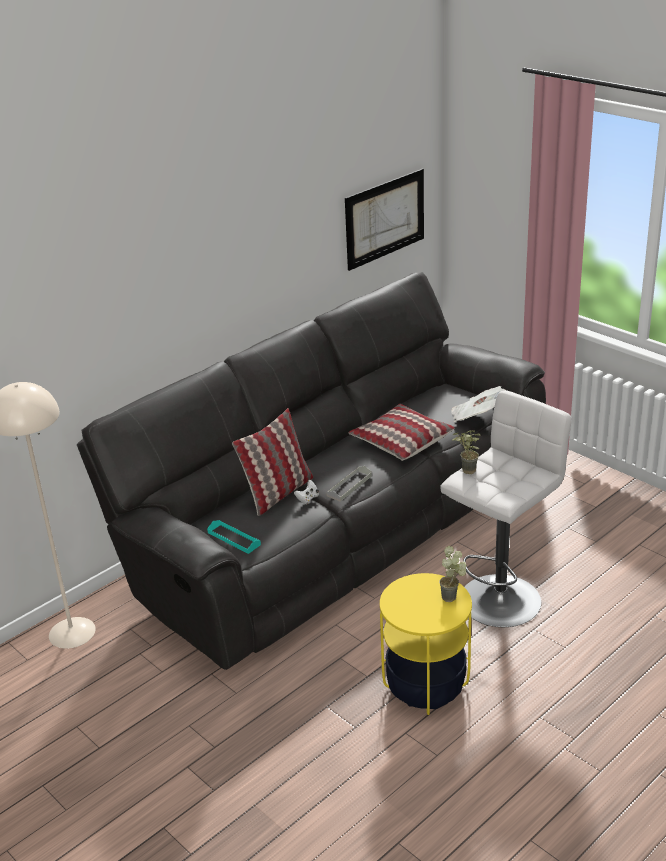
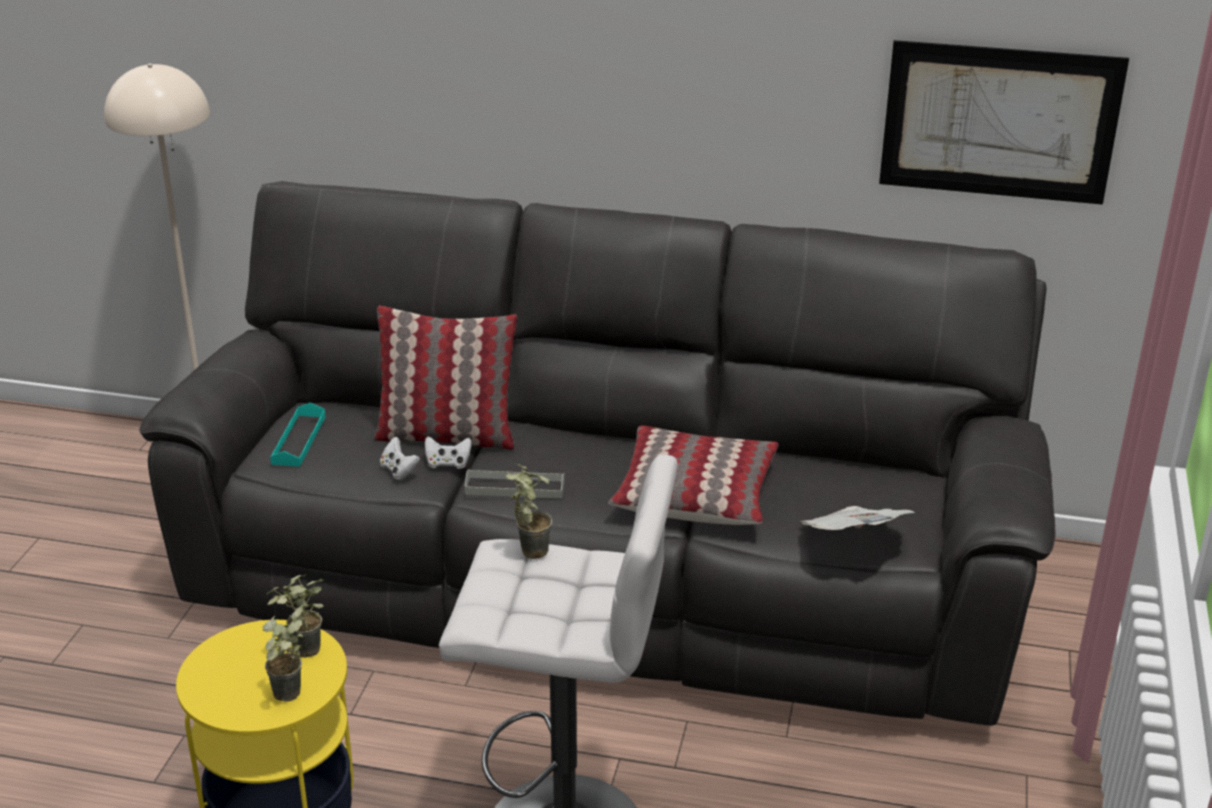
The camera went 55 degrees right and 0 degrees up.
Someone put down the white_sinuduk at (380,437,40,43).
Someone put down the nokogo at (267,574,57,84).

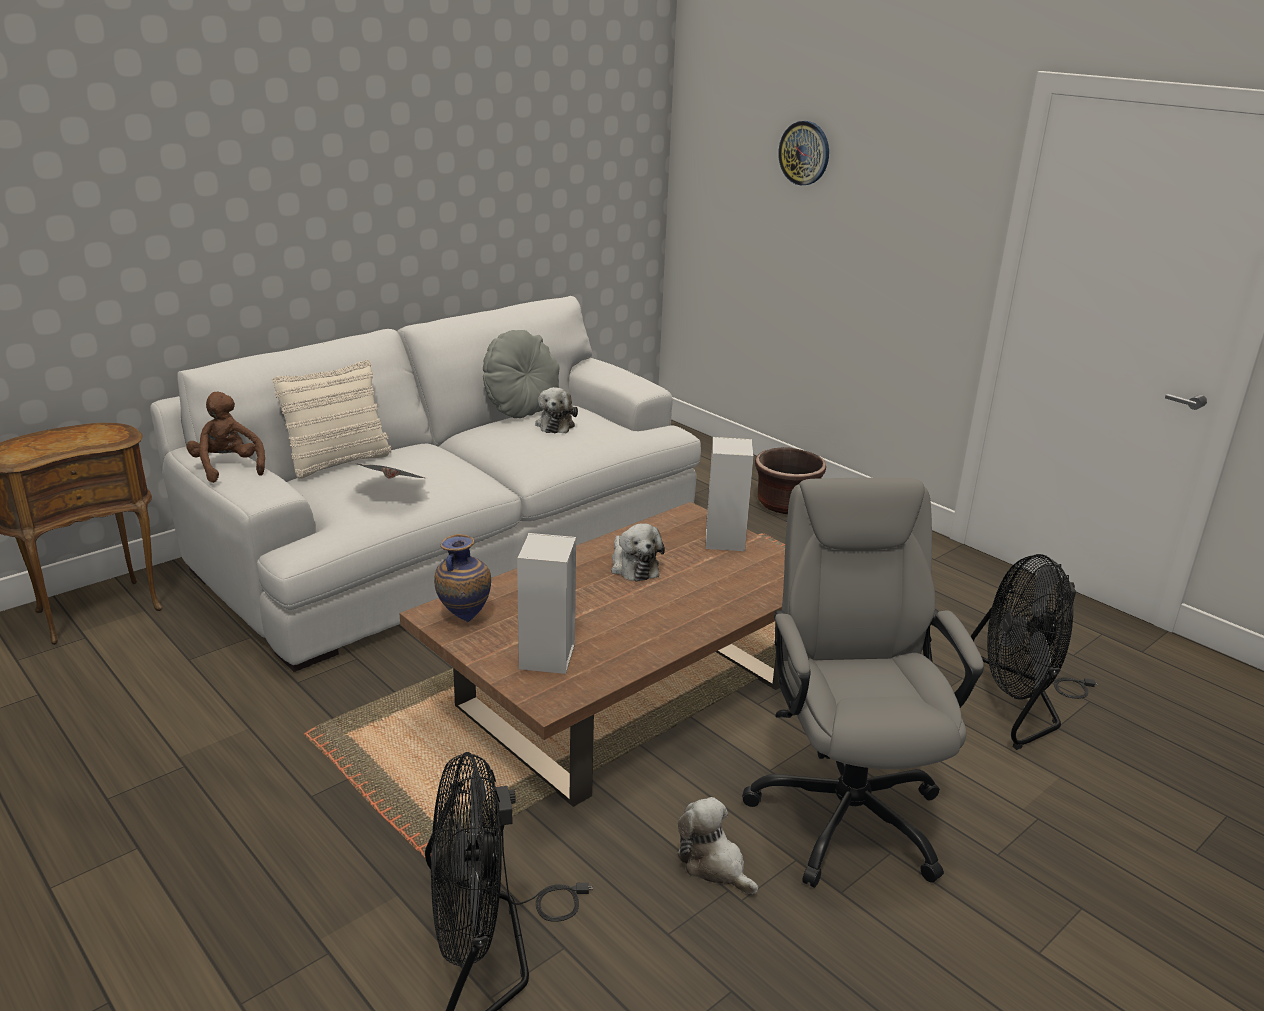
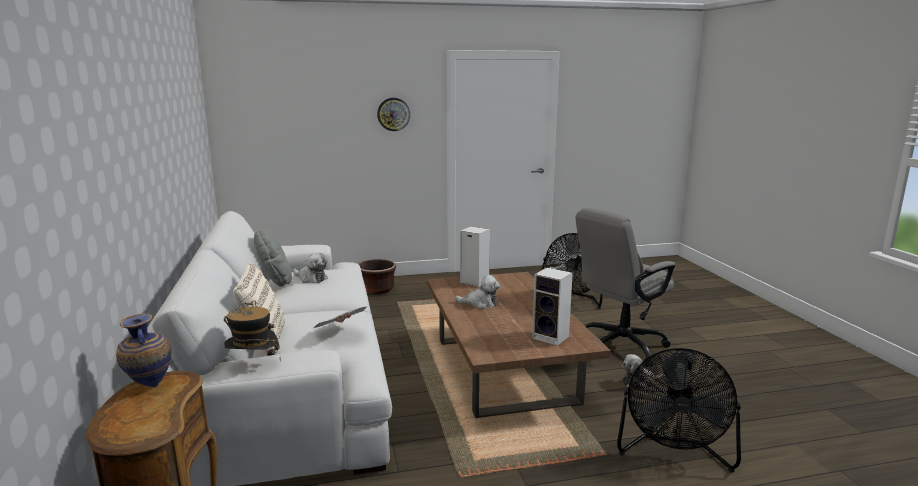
The camera went 60 degrees left and 10 degrees down.
Someone carried the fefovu from (778,121,51,64) to (377,98,33,33).
Someone swapped the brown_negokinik at (186,392,79,91) for the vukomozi at (224,300,57,62).
Someone rotated the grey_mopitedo at (742,478,242,410) by 60 degrees counterclockwise.
Someone carried the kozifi from (434,534,57,88) to (116,314,56,73).

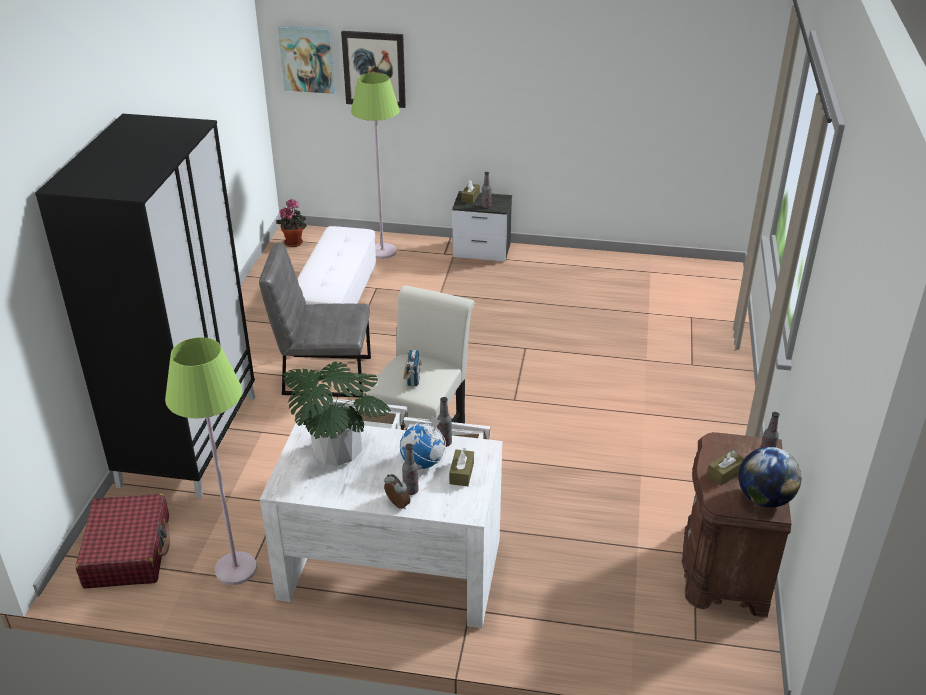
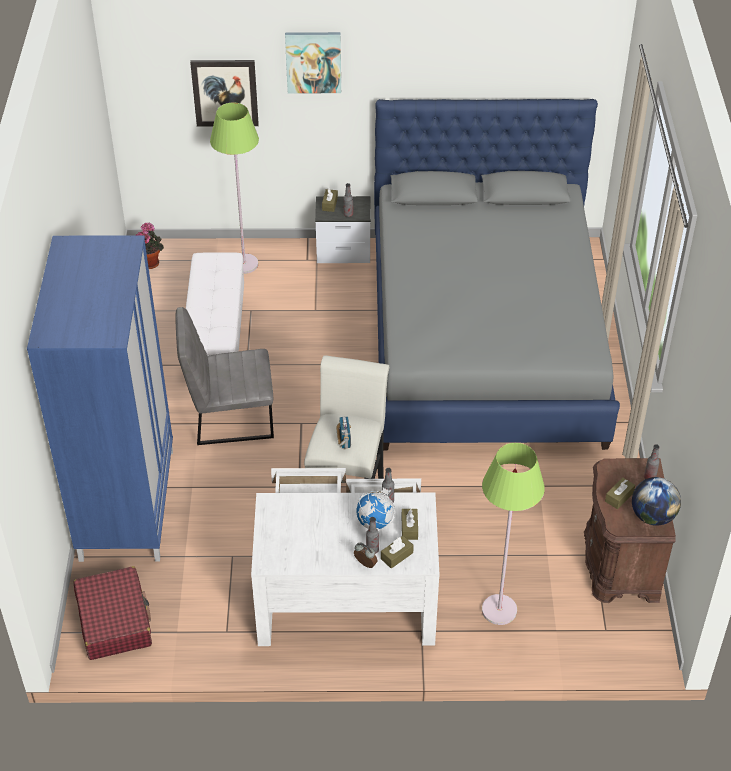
The camera went 10 degrees left and 10 degrees up.
Someone carried the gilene from (278,26,57,68) to (285,32,56,61).
Someone repainted the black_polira at (35,114,220,384), which became the blue_polira at (27,235,146,327).
Someone carried the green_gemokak from (165,337,92,248) to (482,443,63,182).
Someone took away the nokogo at (283,362,108,104).
Someone put down the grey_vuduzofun at (374,99,246,351).
Someone put down the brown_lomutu at (381,536,33,33).

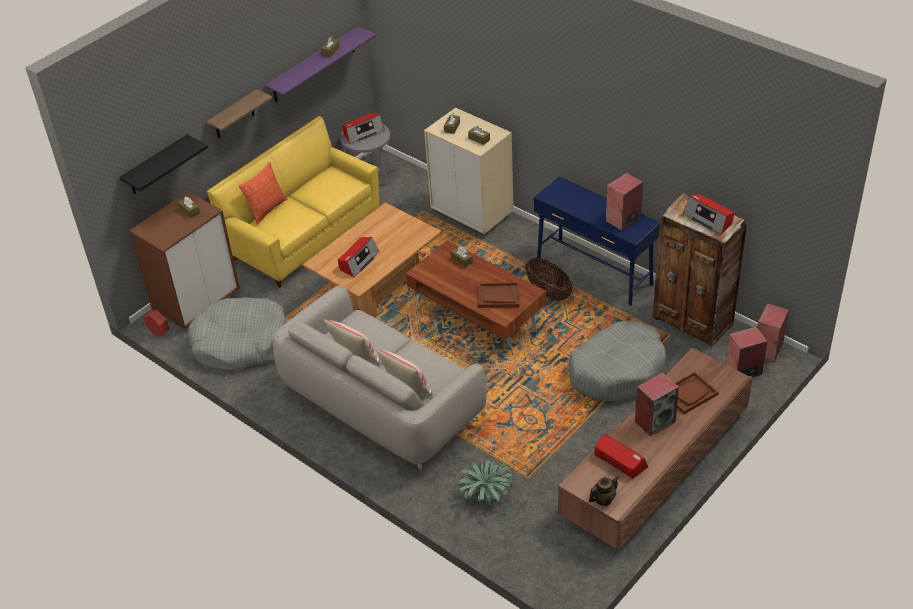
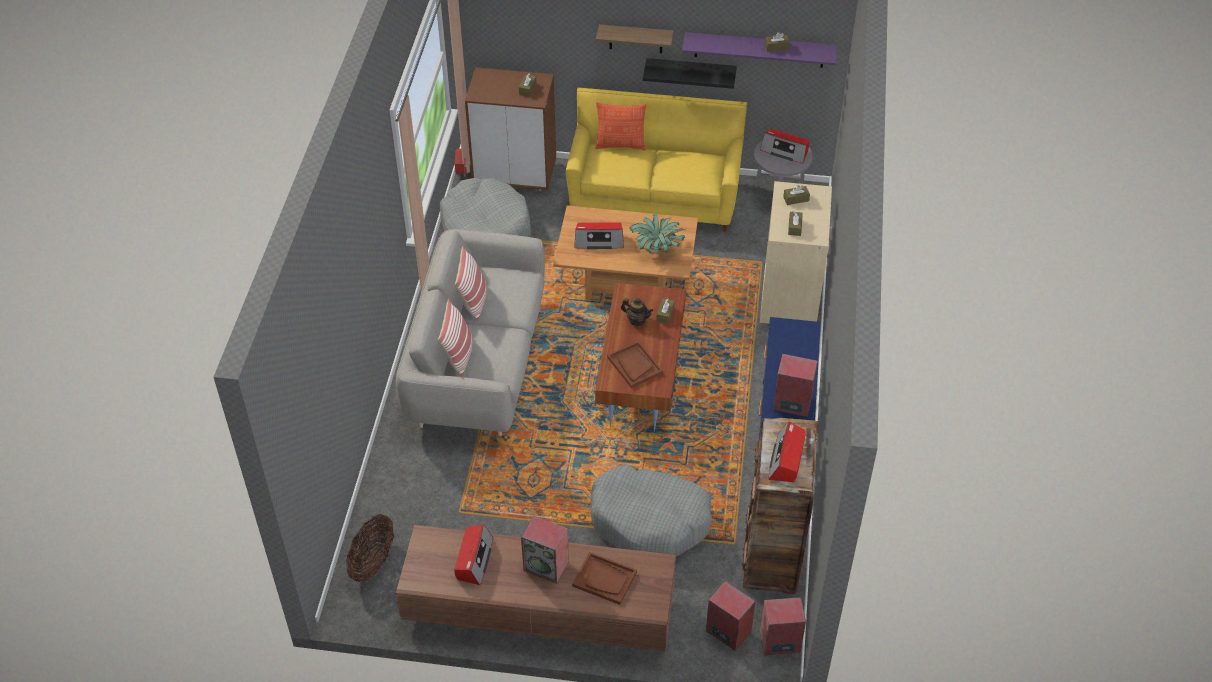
The camera went 55 degrees right and 5 degrees up.
Someone carried the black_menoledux from (120,134,88,60) to (643,58,94,31).
Someone carried the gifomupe from (525,258,48,42) to (346,514,48,68).
Someone carried the nokogo from (458,459,55,44) to (629,214,57,40).
Someone carried the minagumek from (589,476,31,30) to (621,298,32,28).

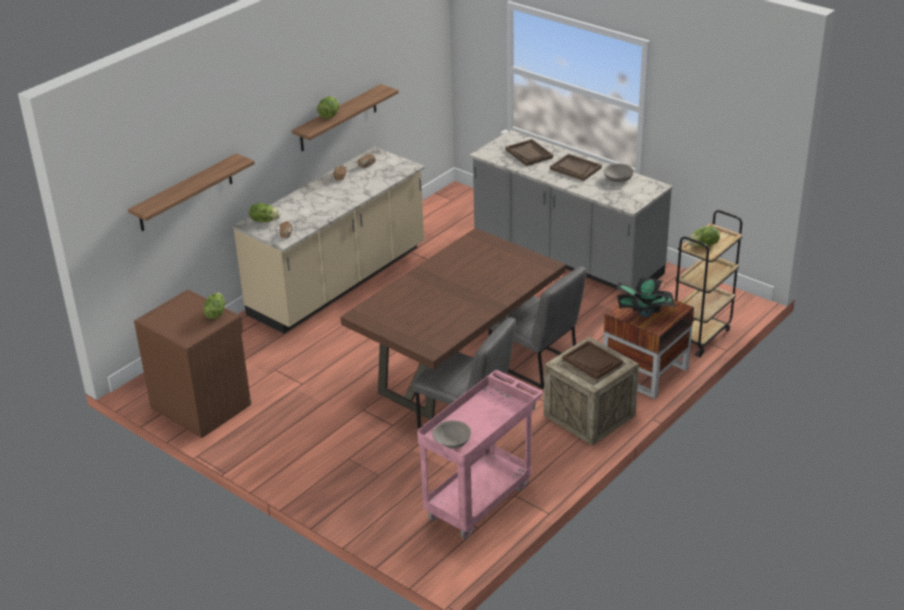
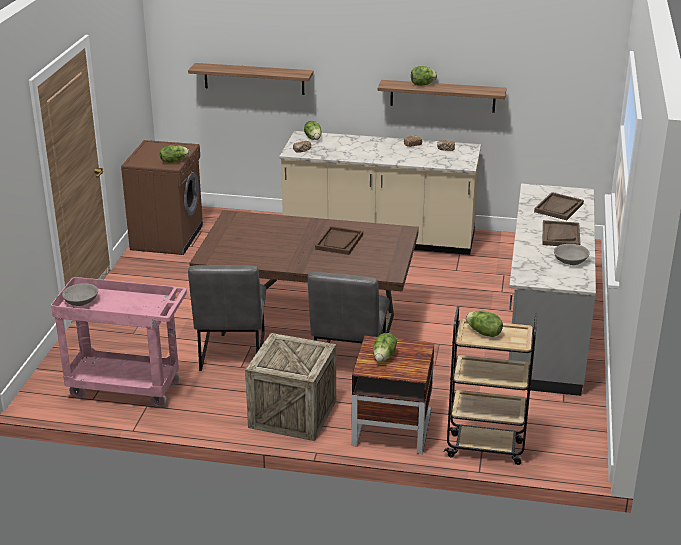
The camera went 60 degrees right and 5 degrees down.
Someone swapped the nokogo at (617,276,59,41) for the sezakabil at (373,333,24,29).
Someone carried the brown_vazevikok from (563,341,60,39) to (315,226,48,29).

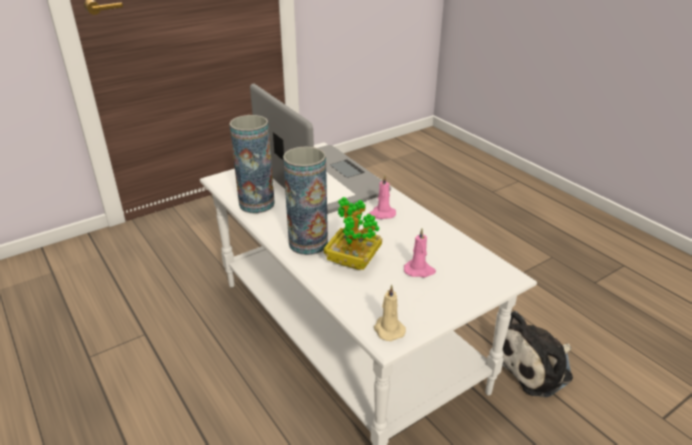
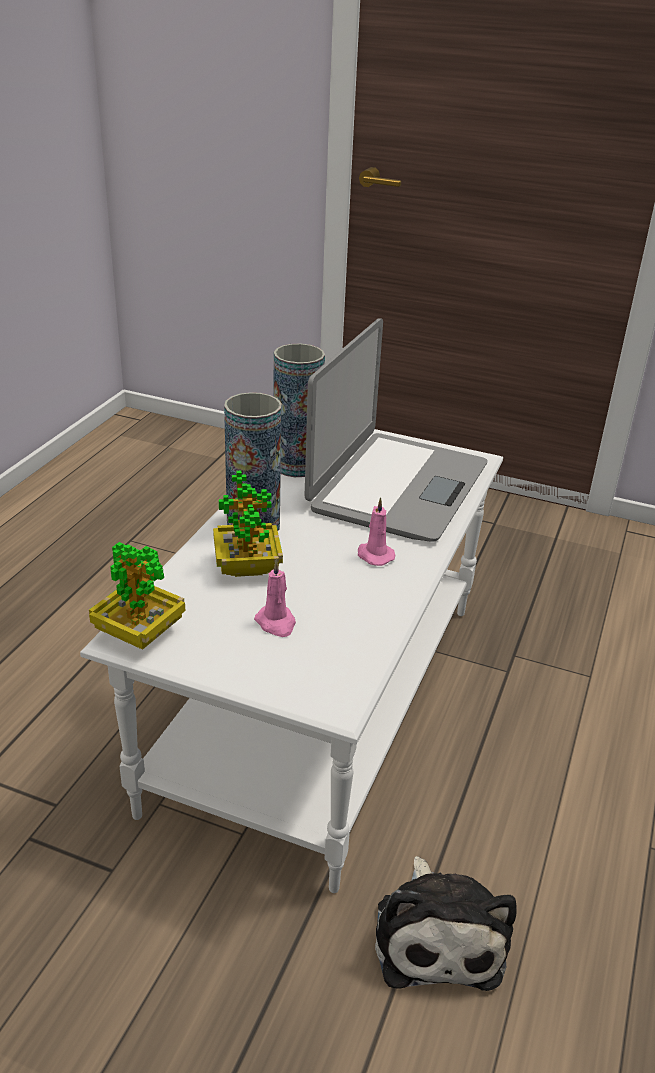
The camera went 55 degrees right and 0 degrees up.
Someone swapped the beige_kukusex at (374,285,32,56) for the nokogo at (89,542,97,108).
Someone rotated the negokinik at (502,311,71,86) by 120 degrees counterclockwise.

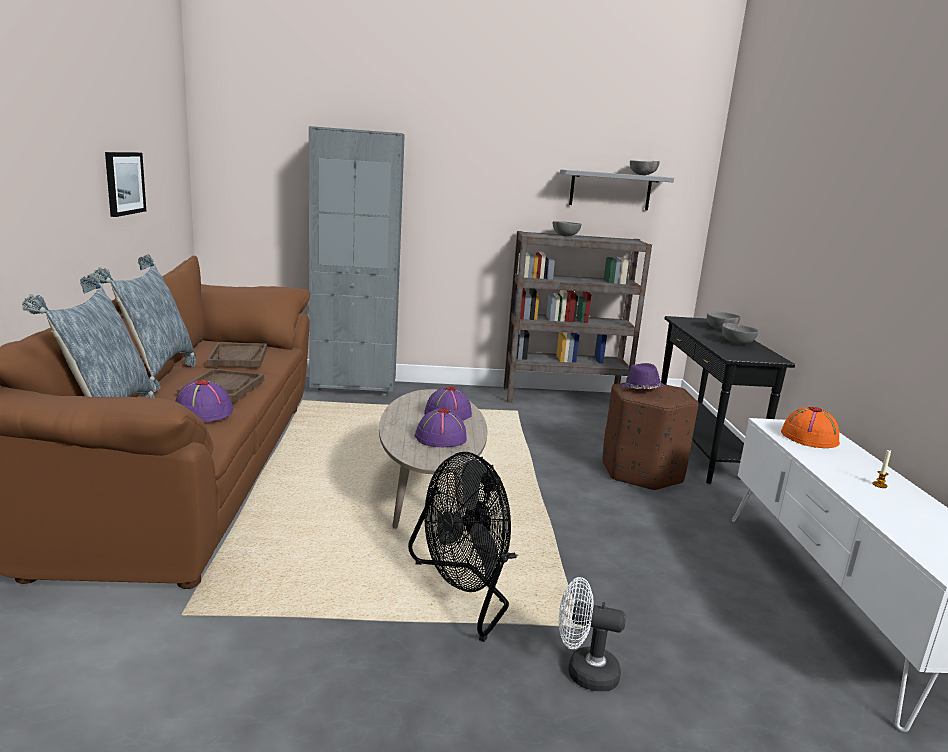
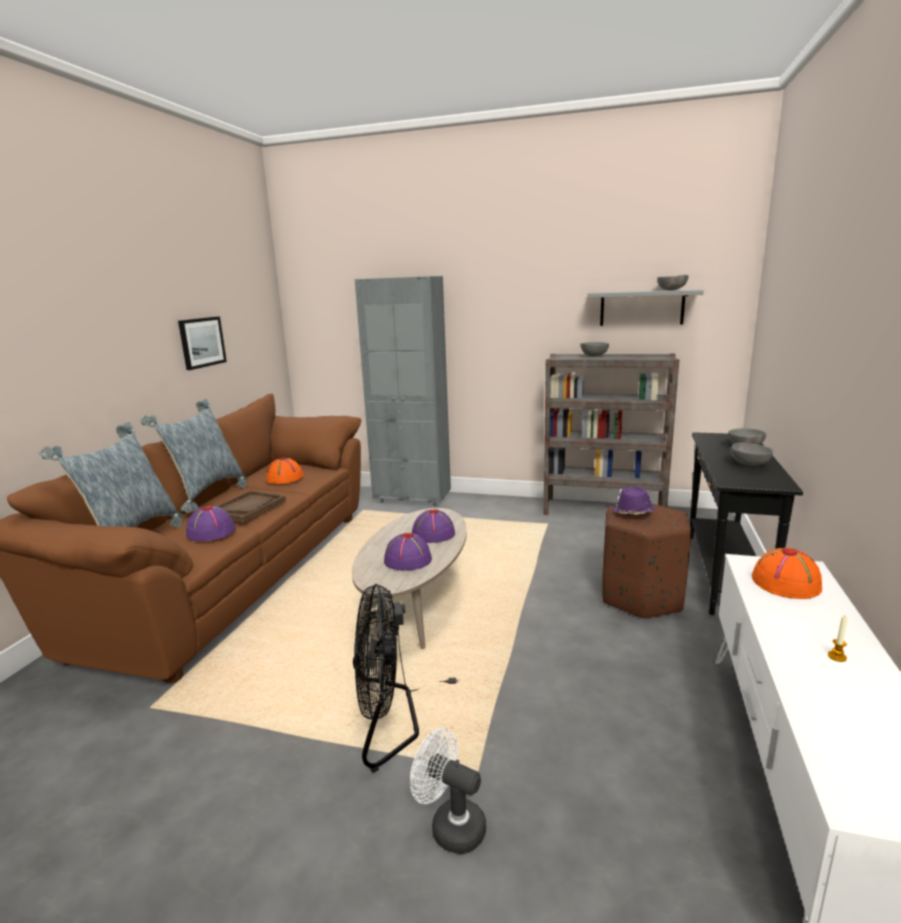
The camera went 20 degrees right and 0 degrees up.
Someone swapped the brown_vazevikok at (206,343,61,24) for the orange_vukomozi at (266,457,37,27).

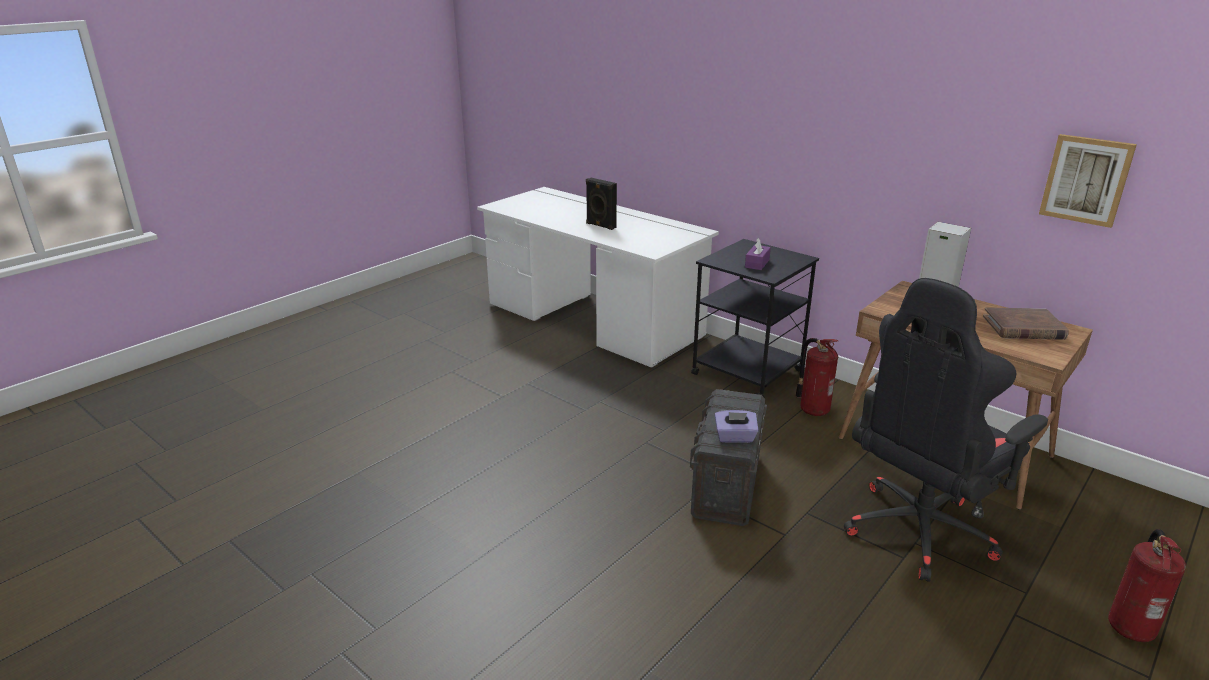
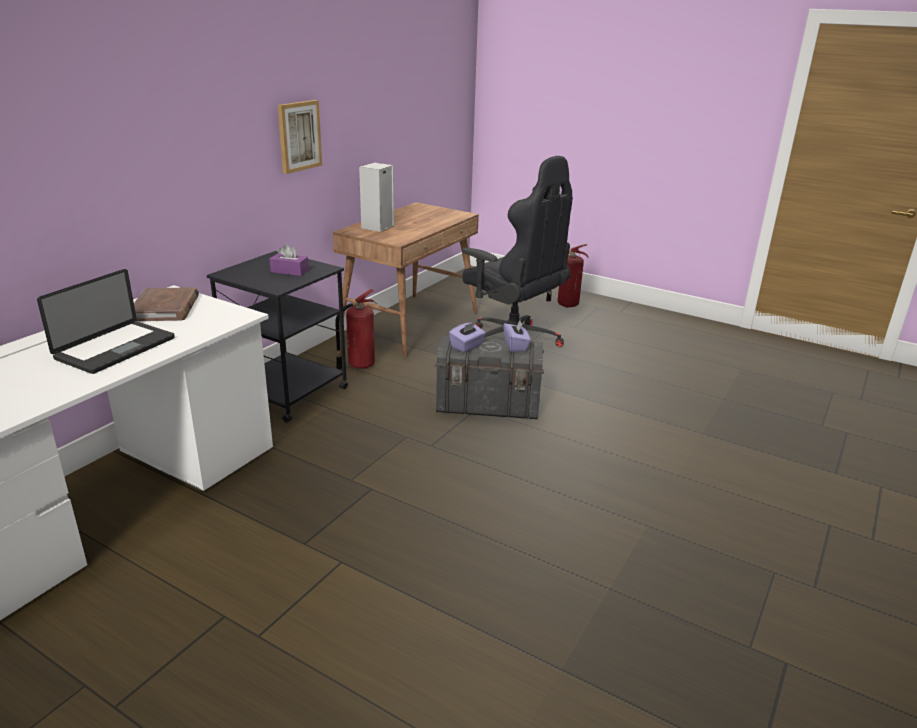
The camera went 100 degrees left and 0 degrees up.
Someone carried the gilene from (1039,134,98,94) to (277,100,45,74).
Someone swapped the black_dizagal at (586,178,31,52) for the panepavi at (37,269,138,105).
Someone carried the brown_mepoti from (983,307,86,33) to (134,287,65,34).
Someone put down the purple_lomutu at (449,322,37,30).

